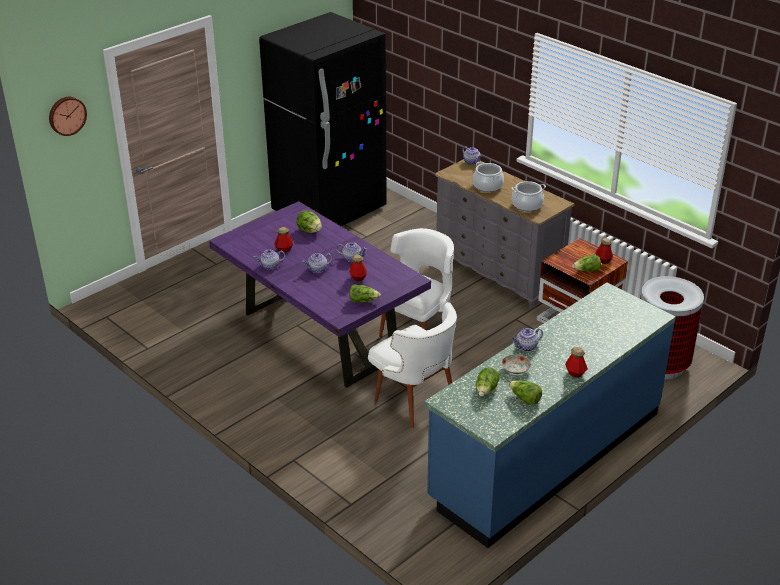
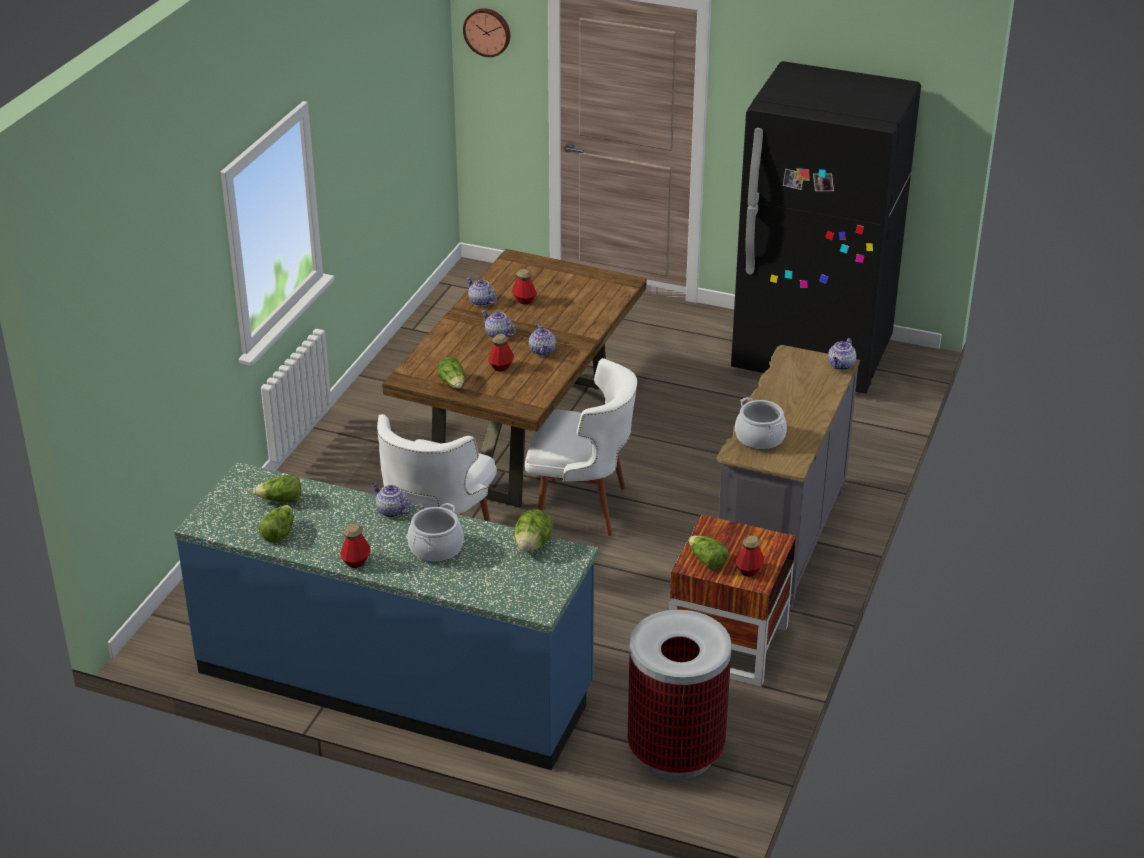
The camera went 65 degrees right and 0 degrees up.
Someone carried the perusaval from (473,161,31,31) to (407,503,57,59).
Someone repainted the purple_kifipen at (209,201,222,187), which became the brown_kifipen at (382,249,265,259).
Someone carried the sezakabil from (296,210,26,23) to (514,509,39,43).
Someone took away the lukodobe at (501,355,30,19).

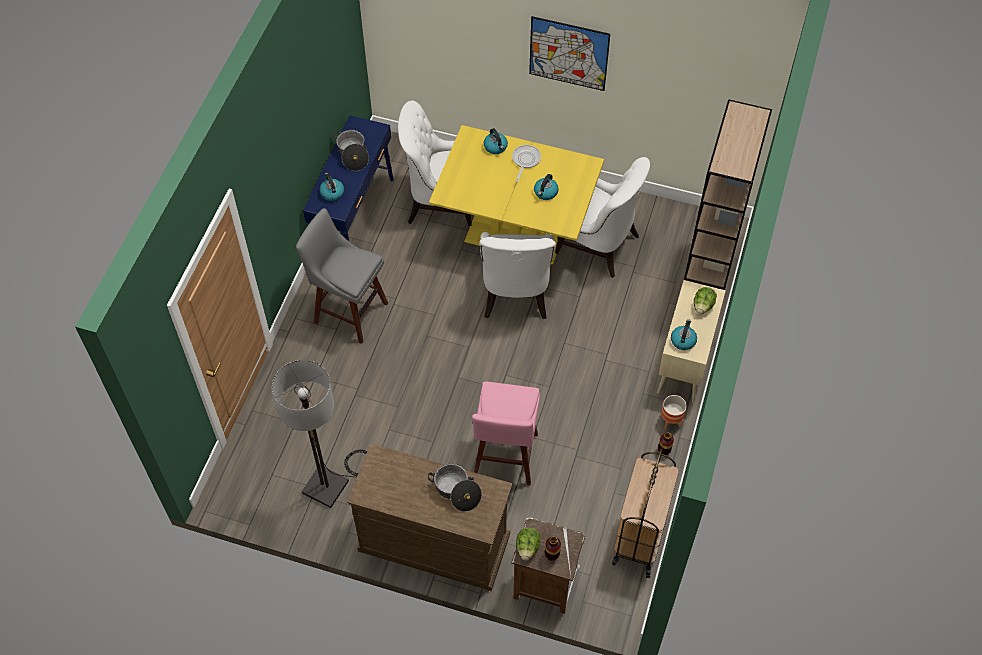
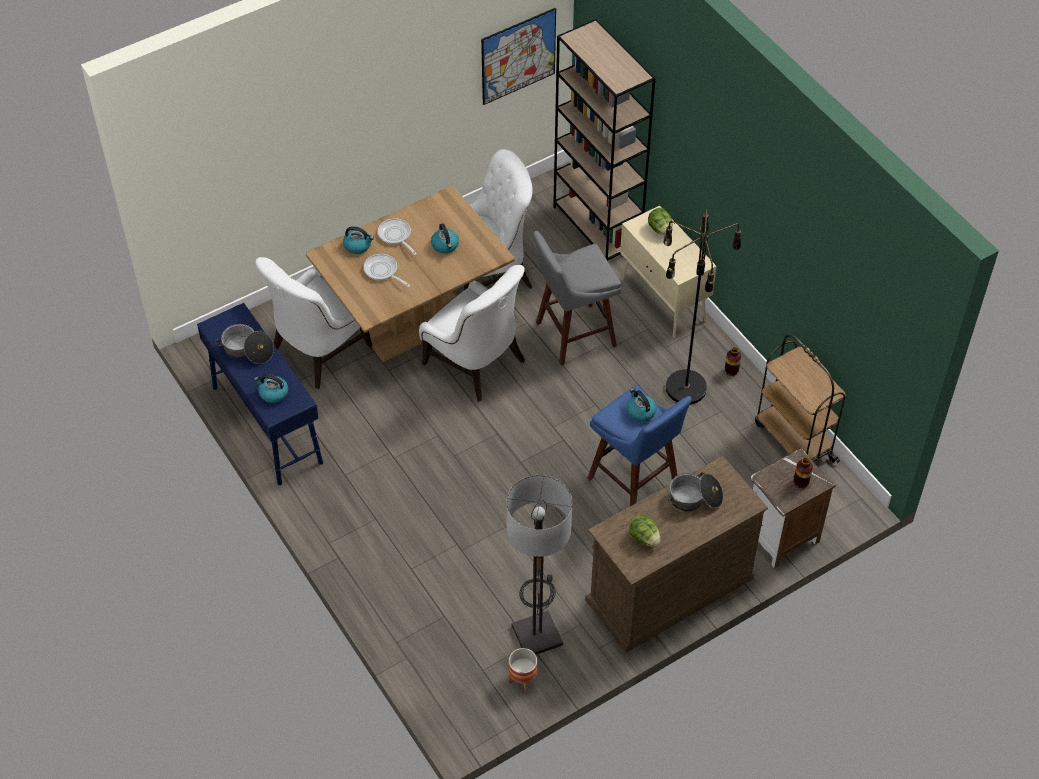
The camera went 50 degrees left and 5 degrees down.
Someone carried the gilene from (529,16,81,75) to (481,8,75,97).
Someone repainted the yellow_kifipen at (429,125,175,140), which became the brown_kifipen at (306,186,209,177).
Someone carried the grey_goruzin from (296,208,92,136) to (533,231,89,134).
Someone carried the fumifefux from (671,319,26,31) to (626,388,30,34).
Someone repainted the pink_goruzin at (472,382,68,103), which became the blue_goruzin at (587,385,105,121).
Someone carried the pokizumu from (661,395,26,35) to (508,648,30,45).
Someone carried the sezakabil from (516,528,24,32) to (629,514,32,33).
Someone put down the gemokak at (664,208,77,197).
Someone put down the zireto at (364,254,47,33).

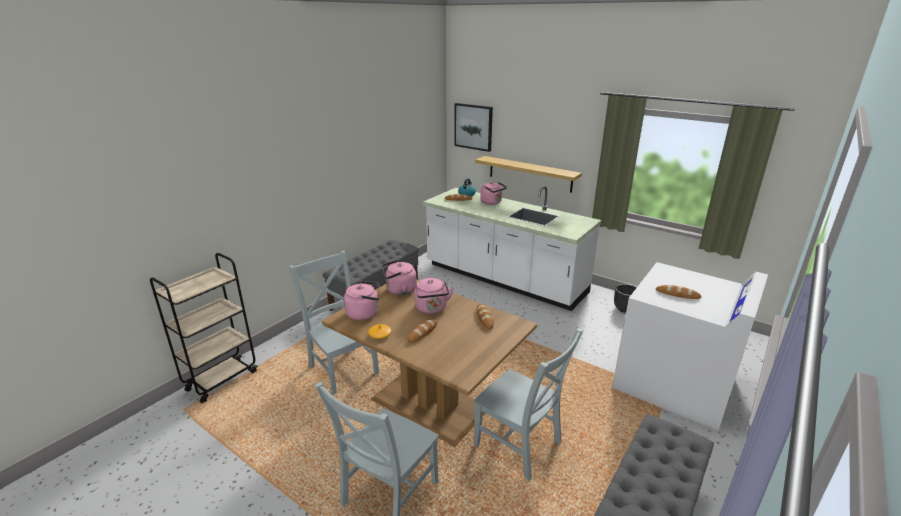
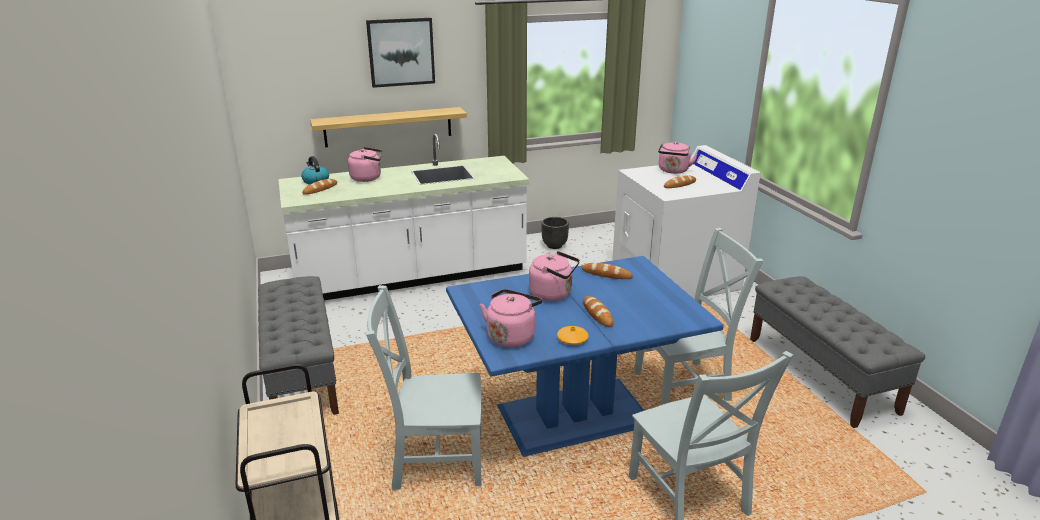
The camera went 55 degrees left and 0 degrees up.
Someone carried the gilene from (454,103,39,49) to (366,18,69,70).
Someone carried the pink_fumifefux from (382,260,35,35) to (658,142,40,32).
Someone repainted the brown_kifipen at (322,280,215,167), which became the blue_kifipen at (446,256,278,201).

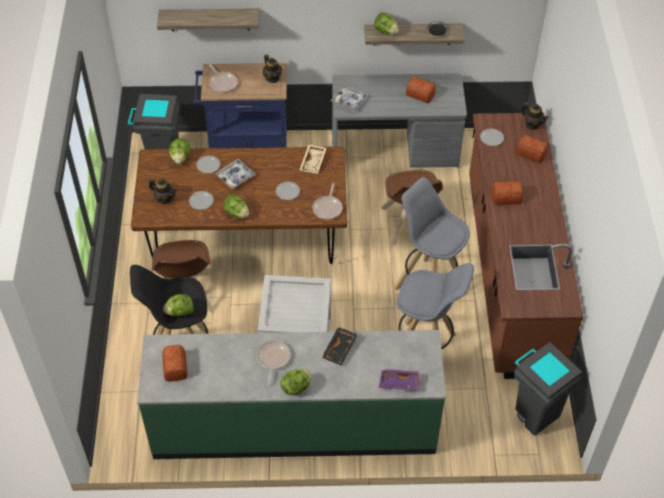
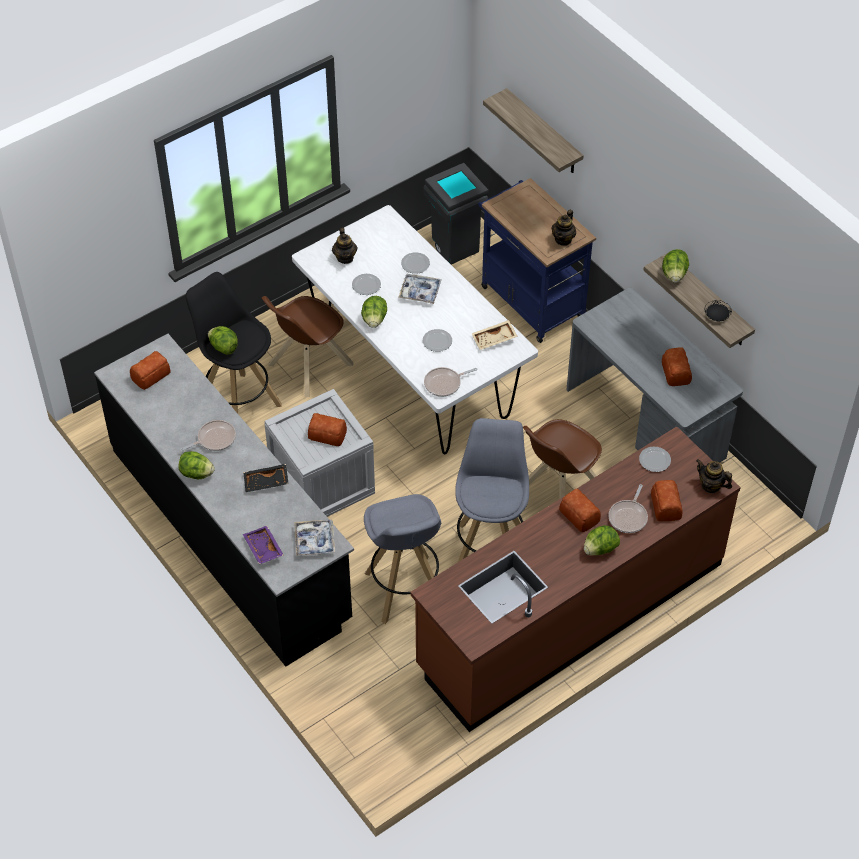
The camera went 55 degrees right and 0 degrees up.
Someone carried the zireto from (209,64,29,29) to (608,484,40,49).
Someone carried the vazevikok from (331,85,38,26) to (294,519,41,37).
Someone rotated the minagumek at (520,102,29,27) by 120 degrees clockwise.
Someone carried the sezakabil from (169,138,21,26) to (584,525,36,30).
Someone repainted the brown_kifipen at (131,147,216,117), which became the white_kifipen at (292,205,246,250).
Someone repainted the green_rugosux at (137,330,309,129), which became the black_rugosux at (94,334,260,333).
Someone took away the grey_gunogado at (514,342,68,94).
Someone put down the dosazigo at (308,413,39,33).

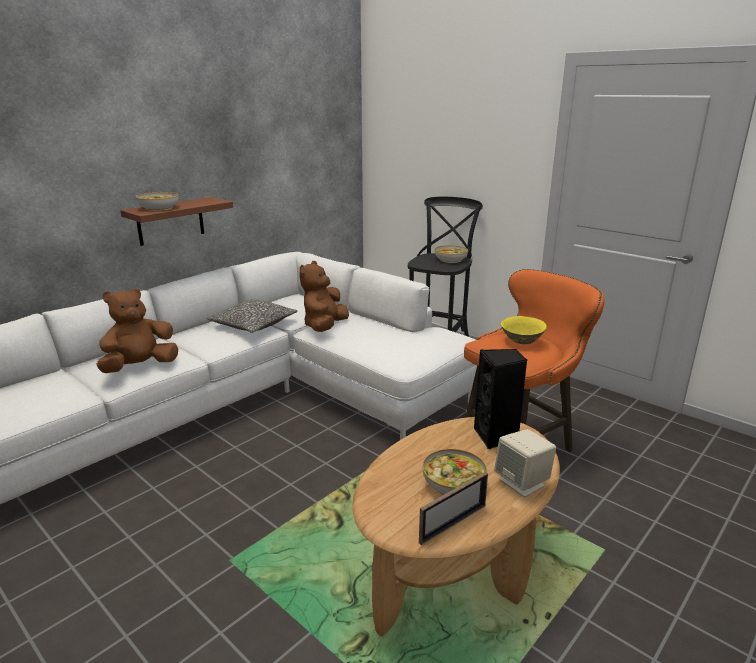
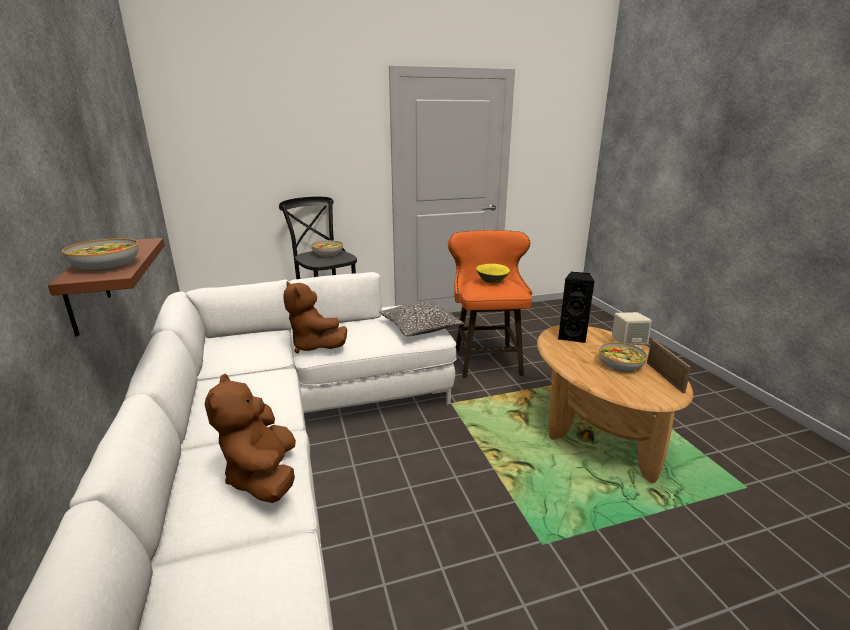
The camera went 60 degrees left and 0 degrees up.
Someone carried the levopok from (206,299,92,34) to (379,301,85,35).

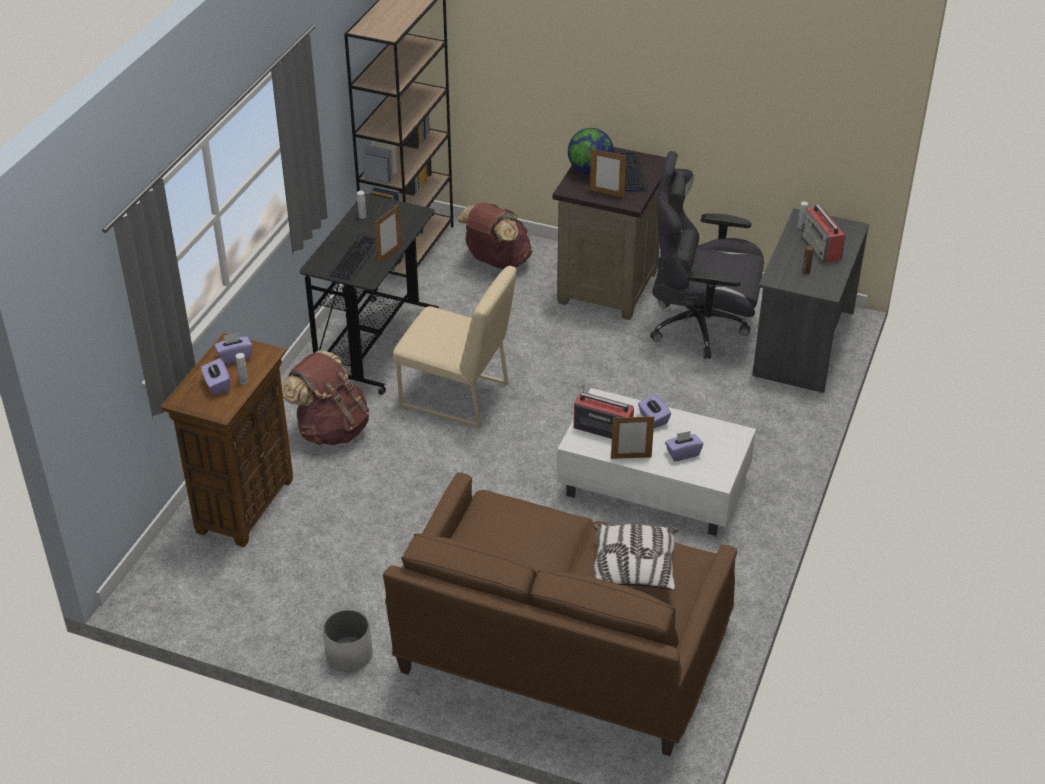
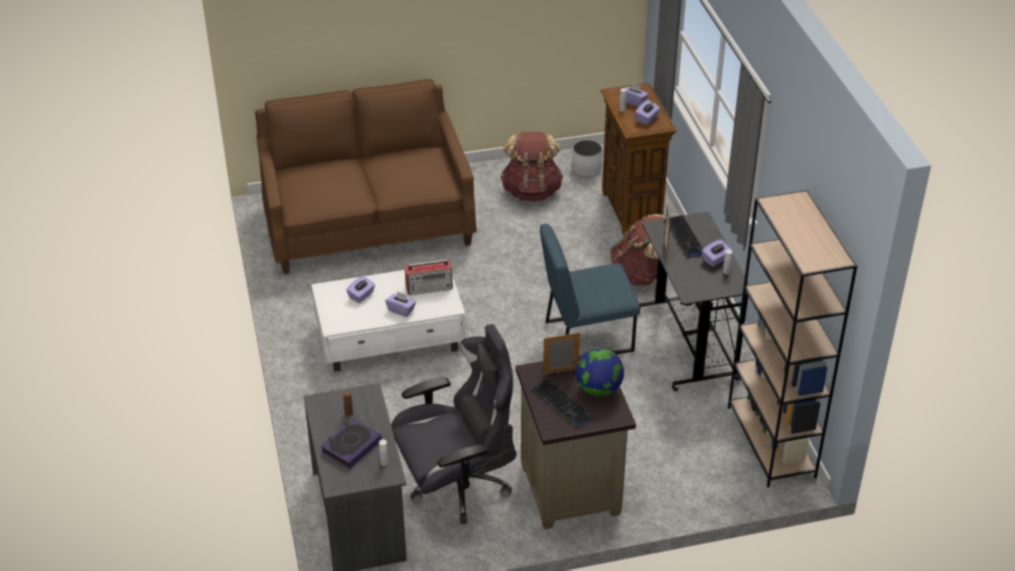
The camera went 145 degrees right and 0 degrees up.
Someone carried the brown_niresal from (456,202,76,67) to (501,132,62,69).
Someone swapped the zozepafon at (802,204,43,59) for the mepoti at (321,419,60,50).
Someone repainted the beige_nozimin at (393,266,123,162), which became the blue_nozimin at (540,224,100,130).
Someone took away the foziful at (611,415,43,44).
Someone took away the levopok at (593,524,85,67).
Someone carried the white_pokizumu from (323,609,50,63) to (572,140,30,38).
Someone put down the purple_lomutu at (702,240,30,27).

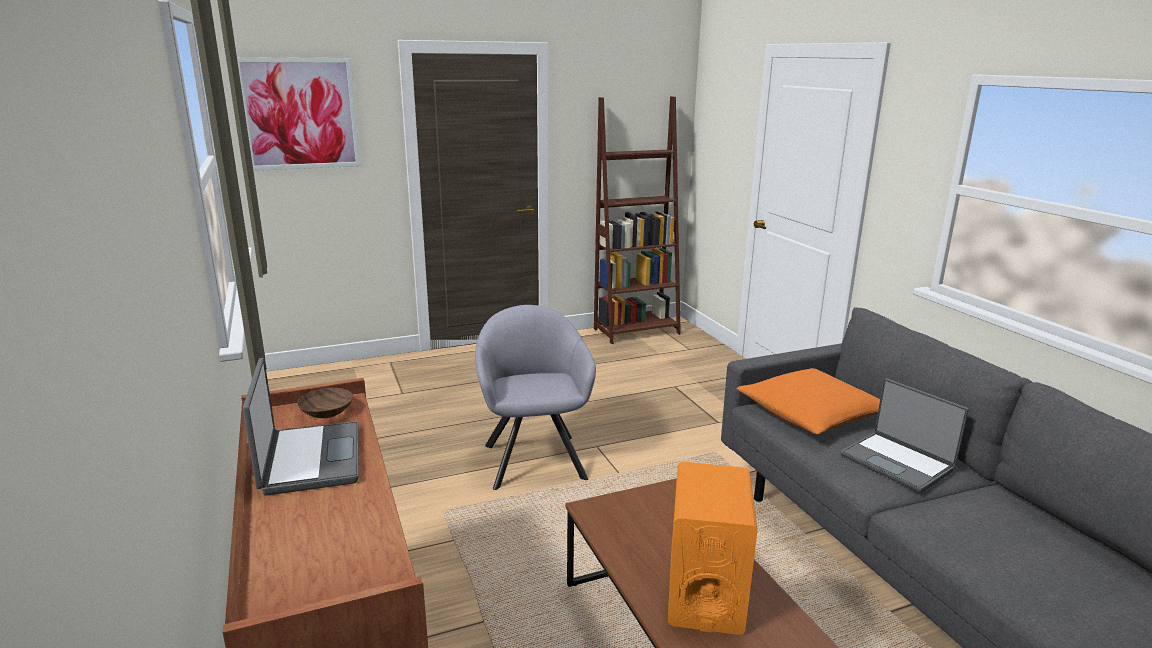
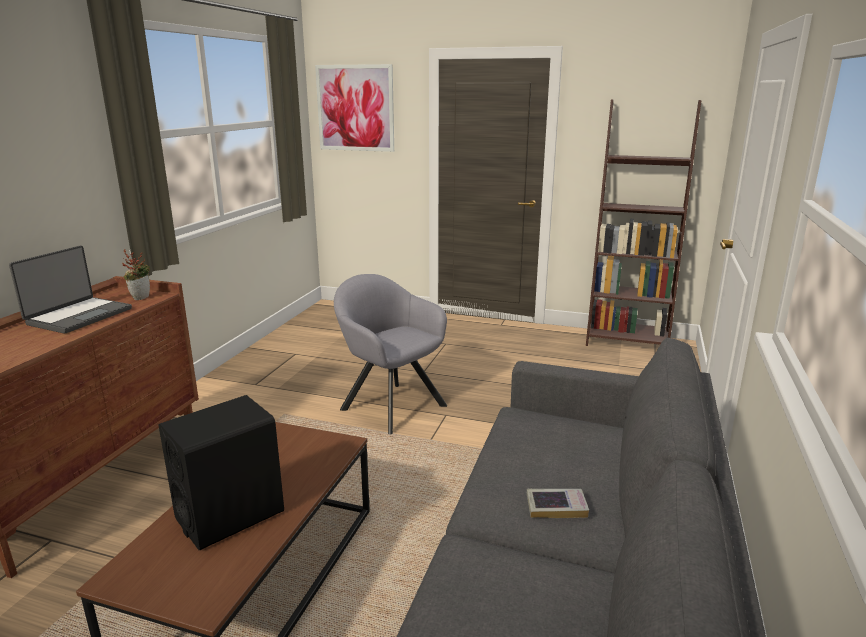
The camera went 40 degrees right and 0 degrees up.
Someone rotated the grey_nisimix at (475,305,121,185) by 75 degrees counterclockwise.
Someone took away the orange_levopok at (737,368,143,67).
Someone swapped the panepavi at (840,378,129,115) for the mepoti at (527,489,62,29).
Someone swapped the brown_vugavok at (297,388,56,30) for the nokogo at (122,249,28,52).
Someone repainted the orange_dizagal at (668,462,90,173), which became the black_dizagal at (159,395,125,156).

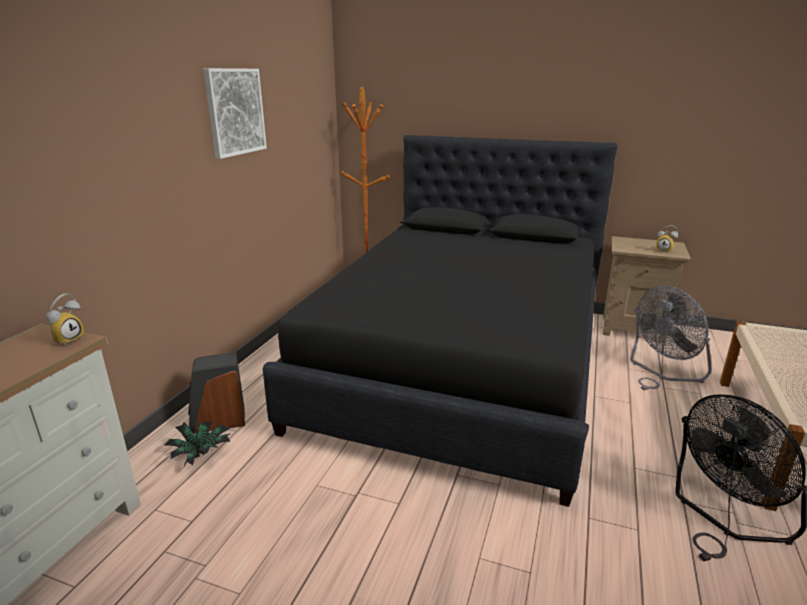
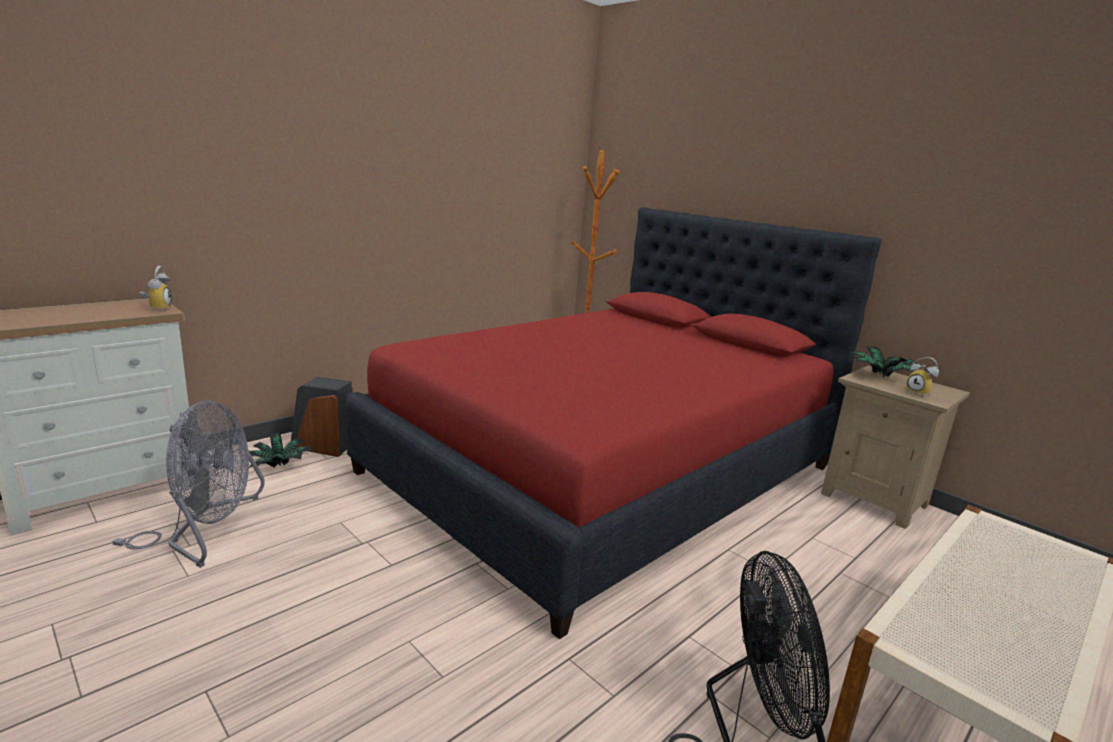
The camera went 25 degrees right and 5 degrees down.
Someone took away the gilene at (203,68,64,91).
Someone repainted the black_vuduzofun at (263,135,355,372), which became the red_vuduzofun at (346,207,535,432).
Someone carried the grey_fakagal from (630,286,82,104) to (112,401,153,167).
Someone rotated the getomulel at (46,294,38,52) by 60 degrees counterclockwise.
Someone put down the nokogo at (851,347,67,30).

